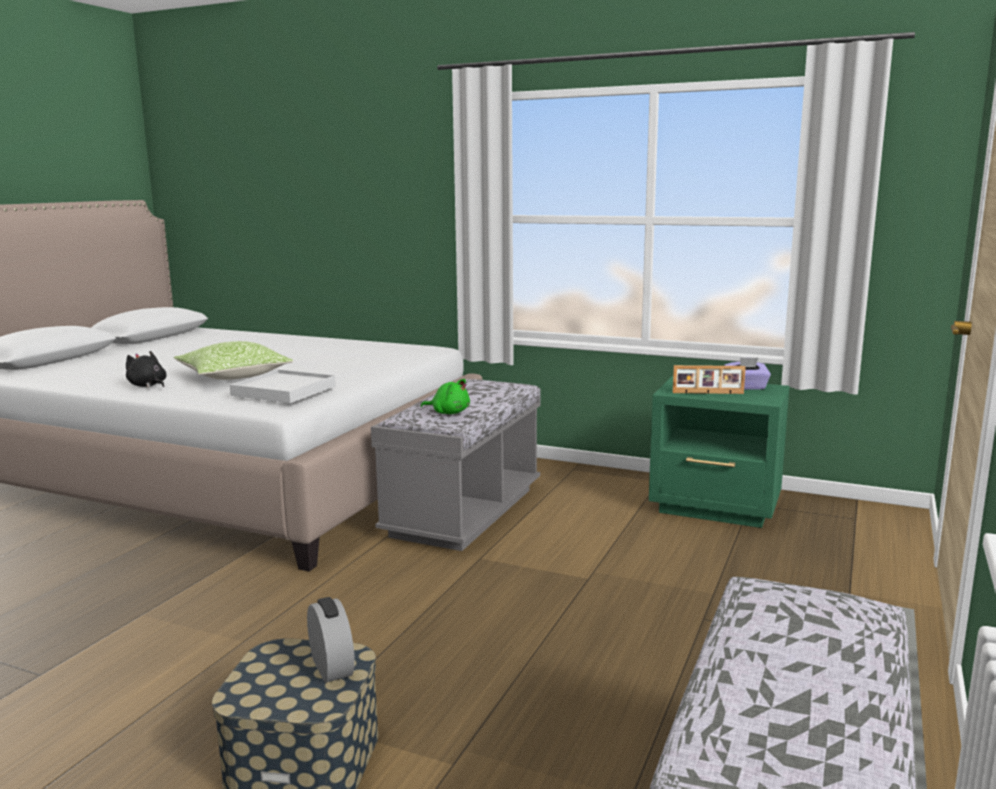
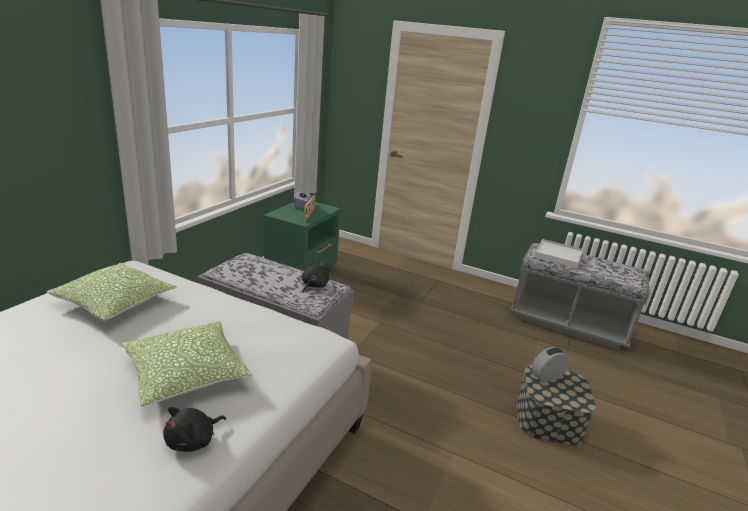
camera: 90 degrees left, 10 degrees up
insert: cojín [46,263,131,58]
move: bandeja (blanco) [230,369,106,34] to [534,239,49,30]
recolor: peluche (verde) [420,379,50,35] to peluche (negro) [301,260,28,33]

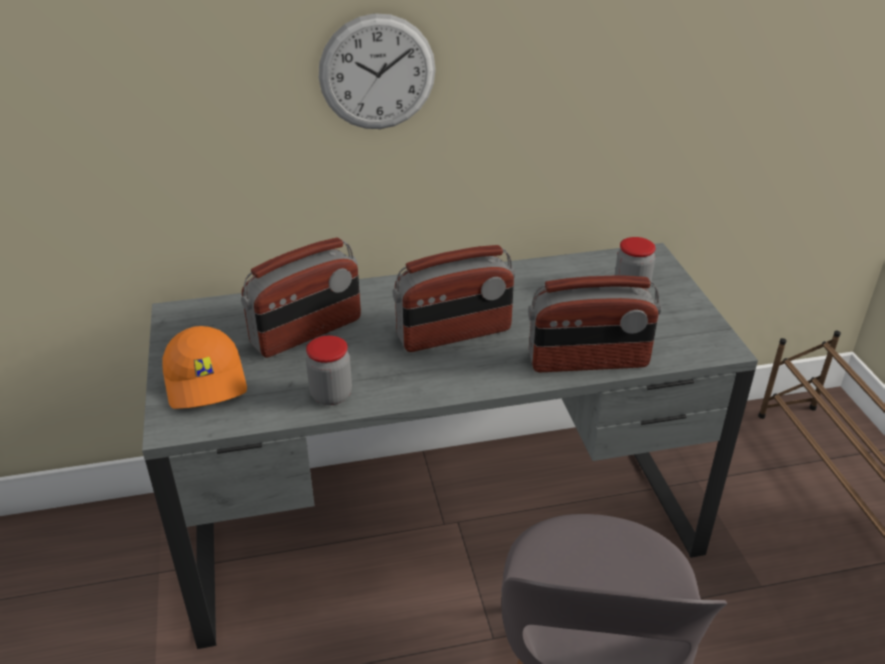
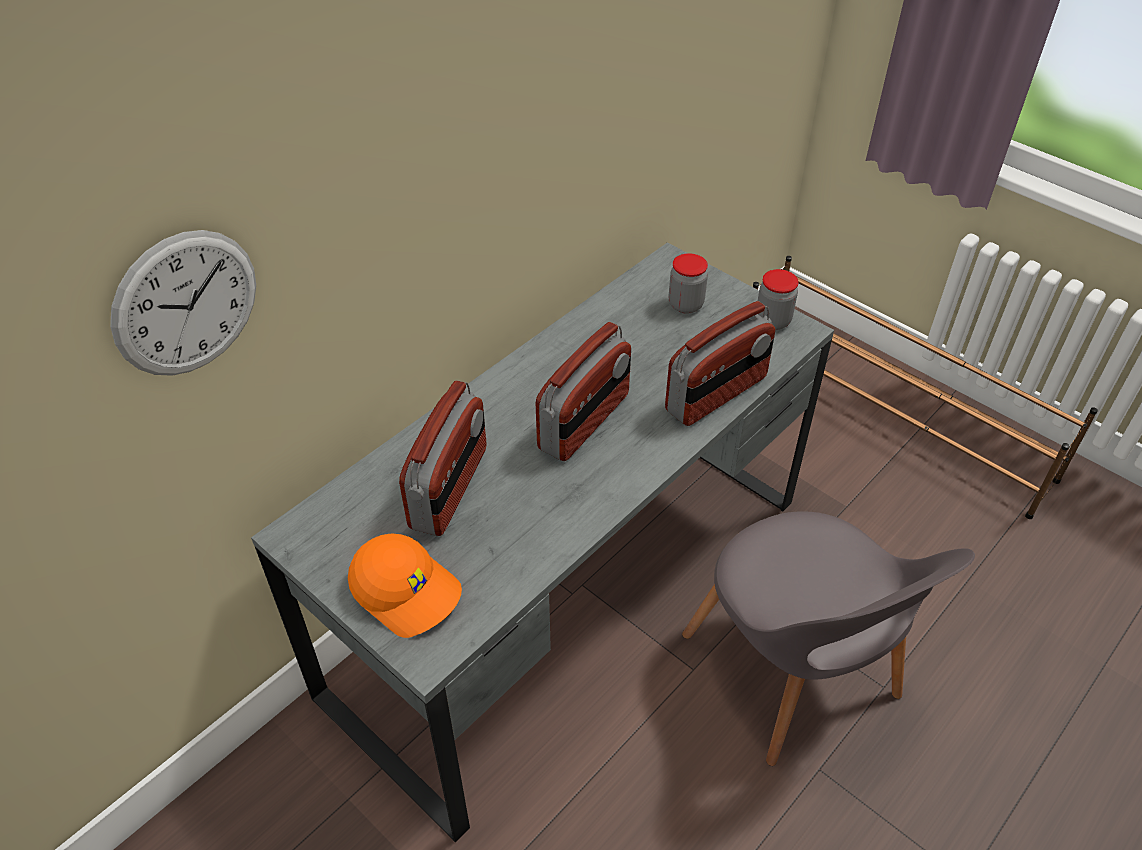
camera: 35 degrees left, 10 degrees up
move: reloj de pared [319,13,117,116] to [110,230,146,146]; tarro [306,335,46,70] to [758,269,41,61]

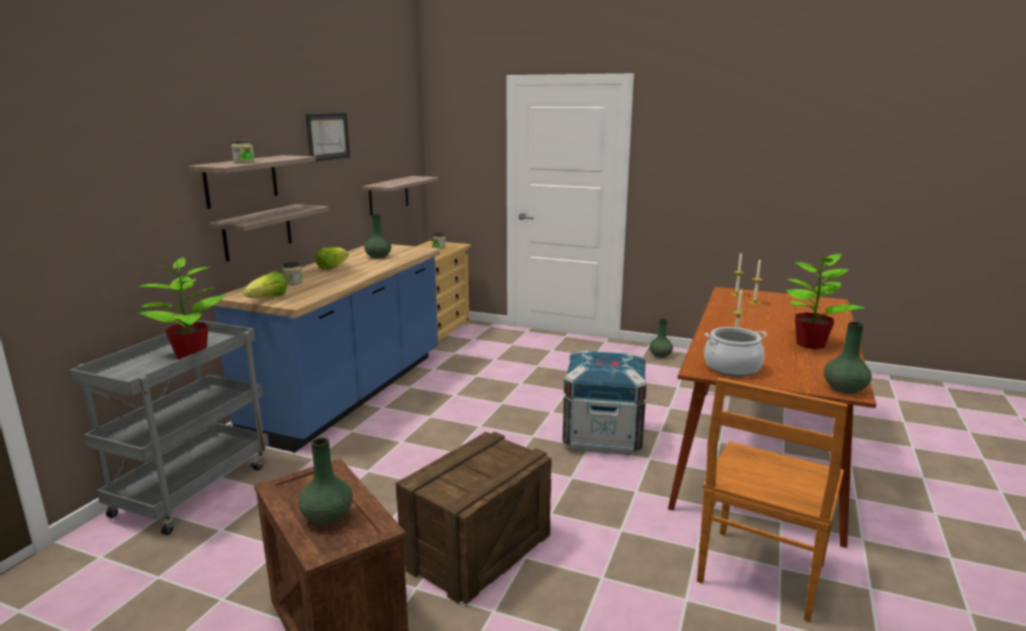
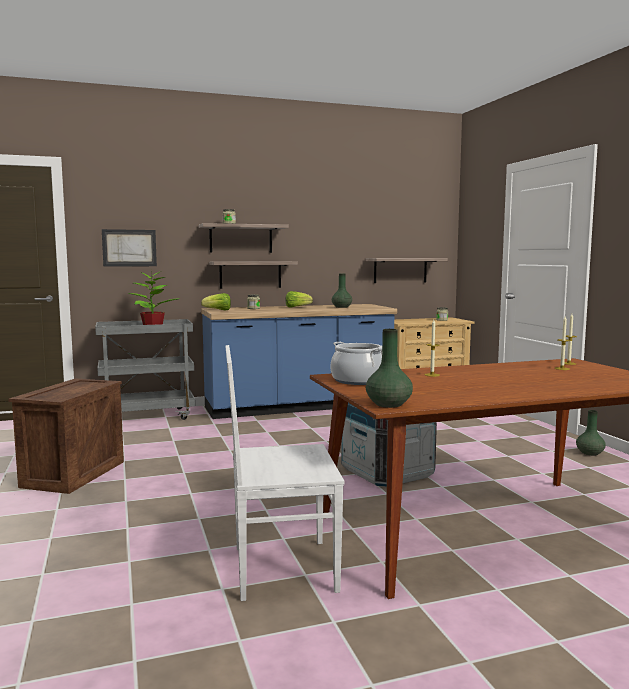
camera: 50 degrees right, 10 degrees down
delete: planta en maceta [786,250,80,99]; caja de embalaje [396,432,156,173]; florero (verde) [299,438,54,87]
move: cuadro [306,113,44,49] to [102,229,55,38]
recolor: silla (marrón) [697,378,151,244] to silla (blanco) [225,345,119,256]

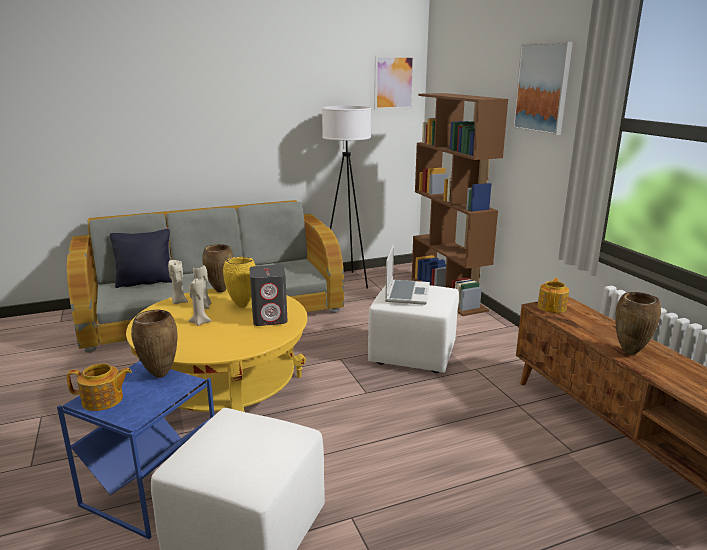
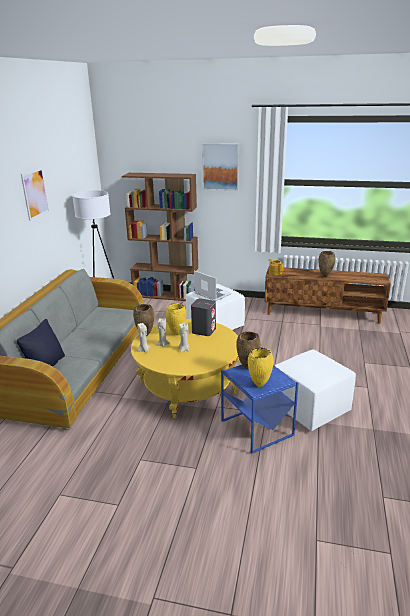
camera: 55 degrees left, 5 degrees up
move: cuadro [374,55,41,55] to [21,168,29,53]
replace: tetera [67,363,65,48] to florero (amarillo) [248,347,26,40]

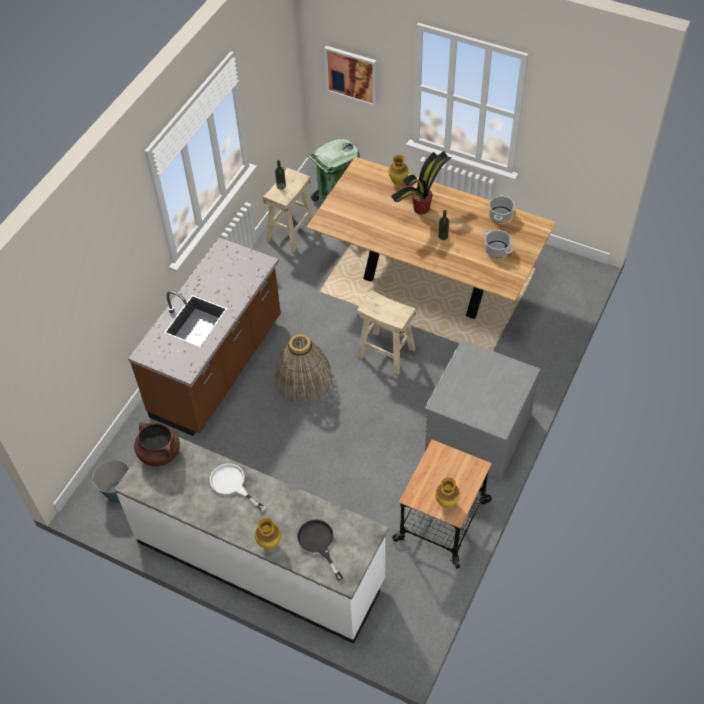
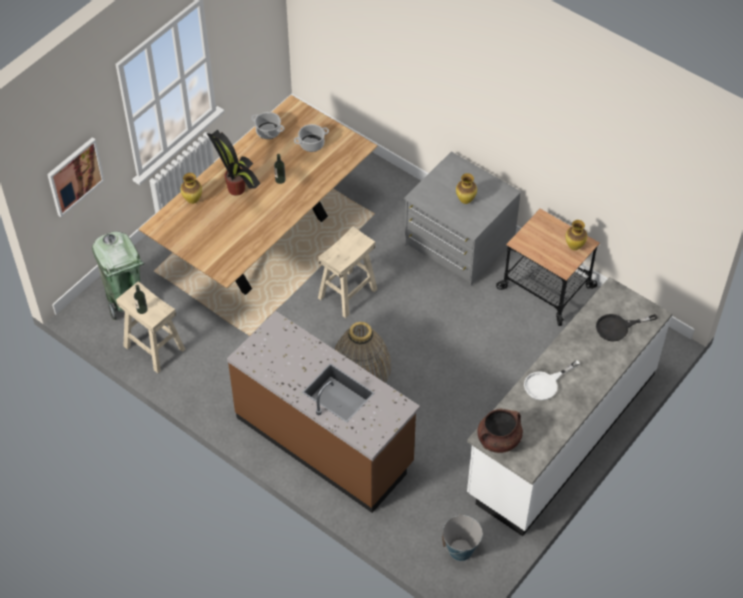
camera: 80 degrees left, 0 degrees up
move: florero [255,518,26,31] to [456,173,21,31]

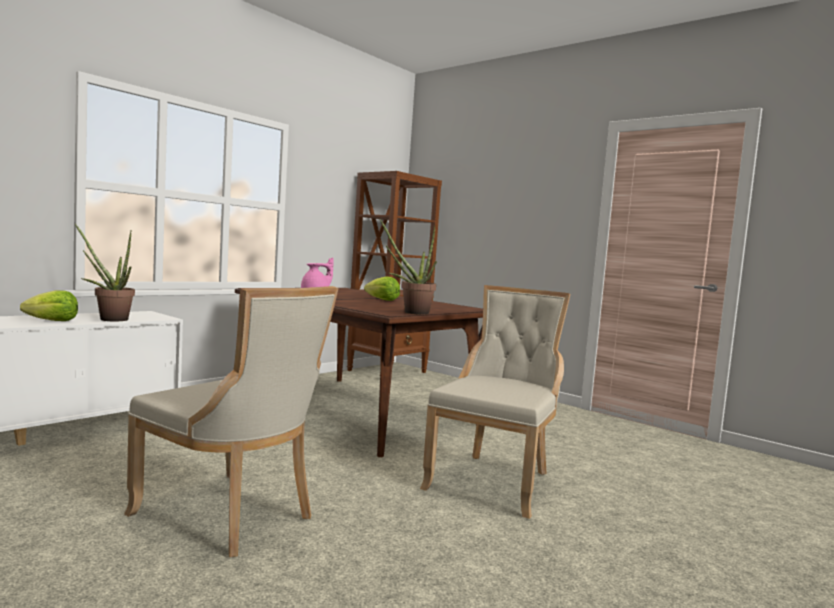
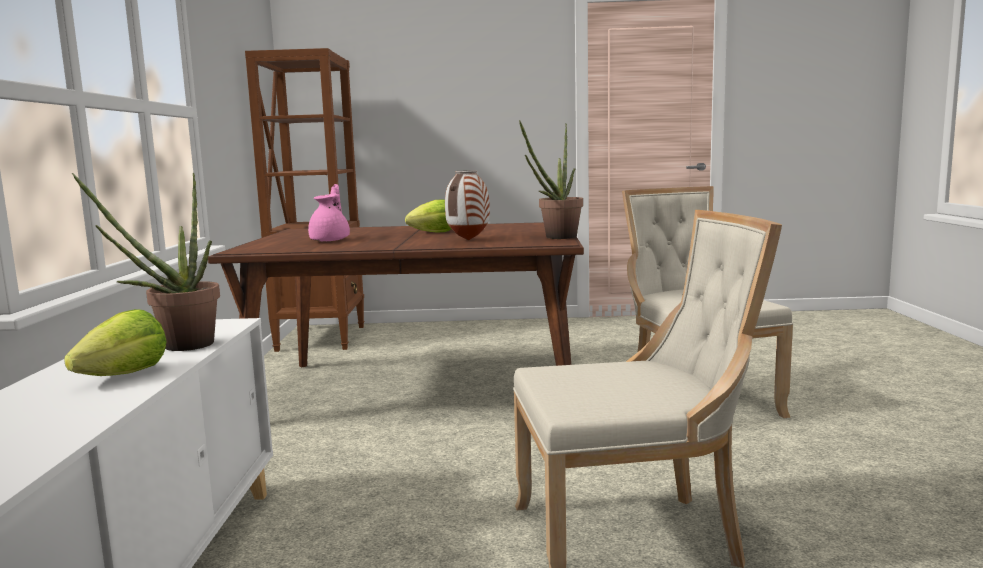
camera: 40 degrees left, 5 degrees up
insert: florero [445,170,45,70]

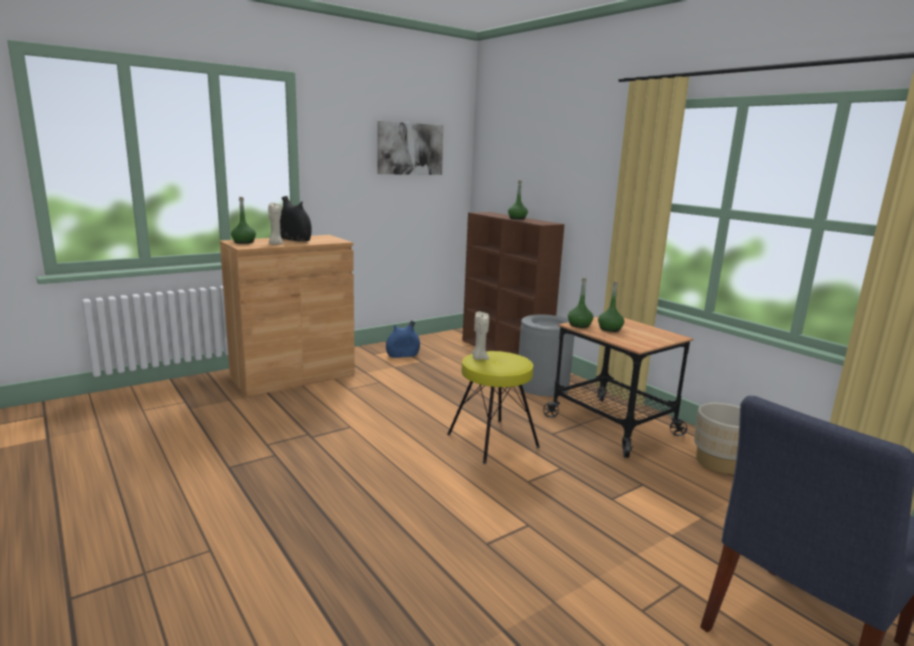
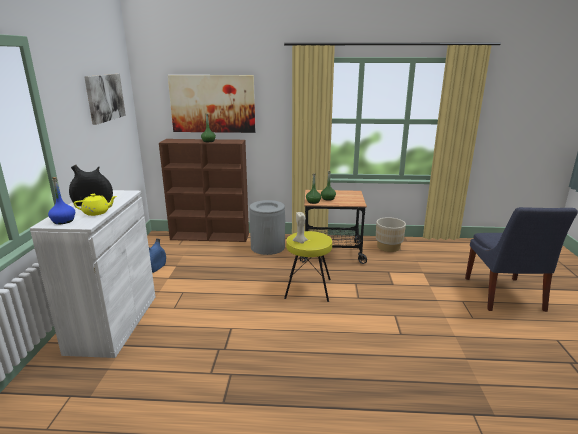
camera: 50 degrees left, 5 degrees up
insert: cuadro [168,75,87,58]
replace: vela (beis) [268,202,15,42] to tetera (amarillo) [73,194,44,22]
recolor: botella (verde) [231,197,25,47] to botella (azul) [48,177,27,47]; armario (marrón) [220,235,135,162] to armario (blanco) [30,190,125,168]

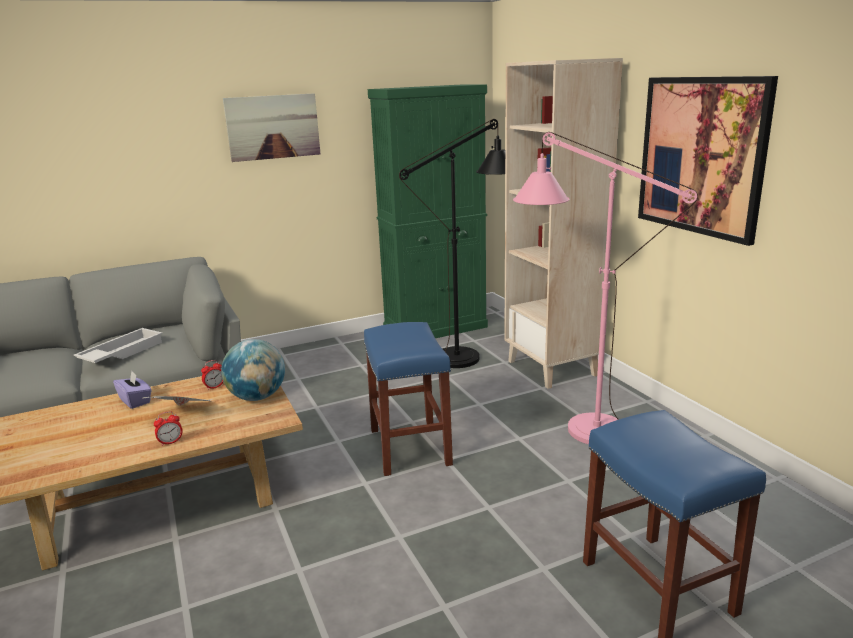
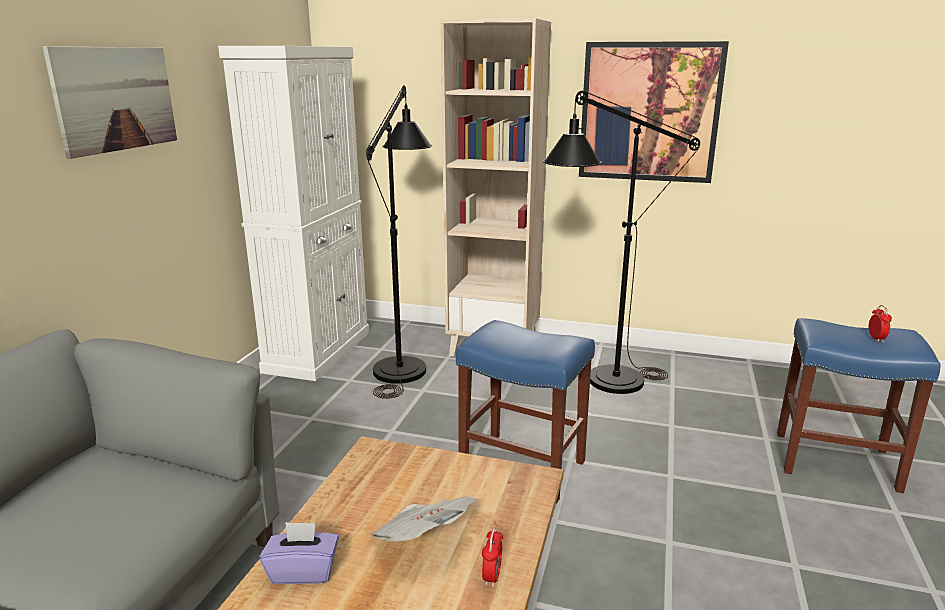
camera: 50 degrees left, 0 degrees up
delete: bandeja (blanco) [74,328,89,35]; globo terráqueo [221,339,64,62]
move: despertador [201,360,22,30] to [869,305,23,37]
recolor: armario (verde) [368,84,120,254] to armario (blanco) [218,46,151,335]; lámpara de pie (rosa) [513,132,185,312] to lámpara de pie (negro) [543,91,157,303]

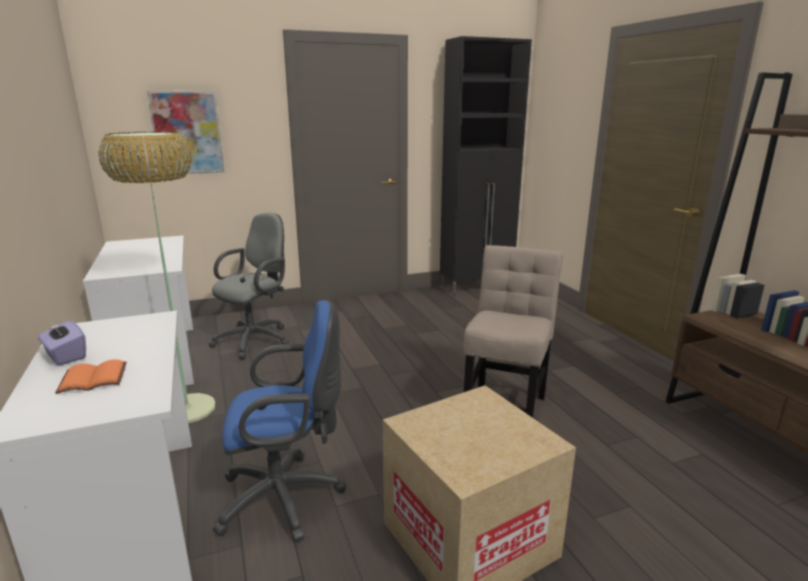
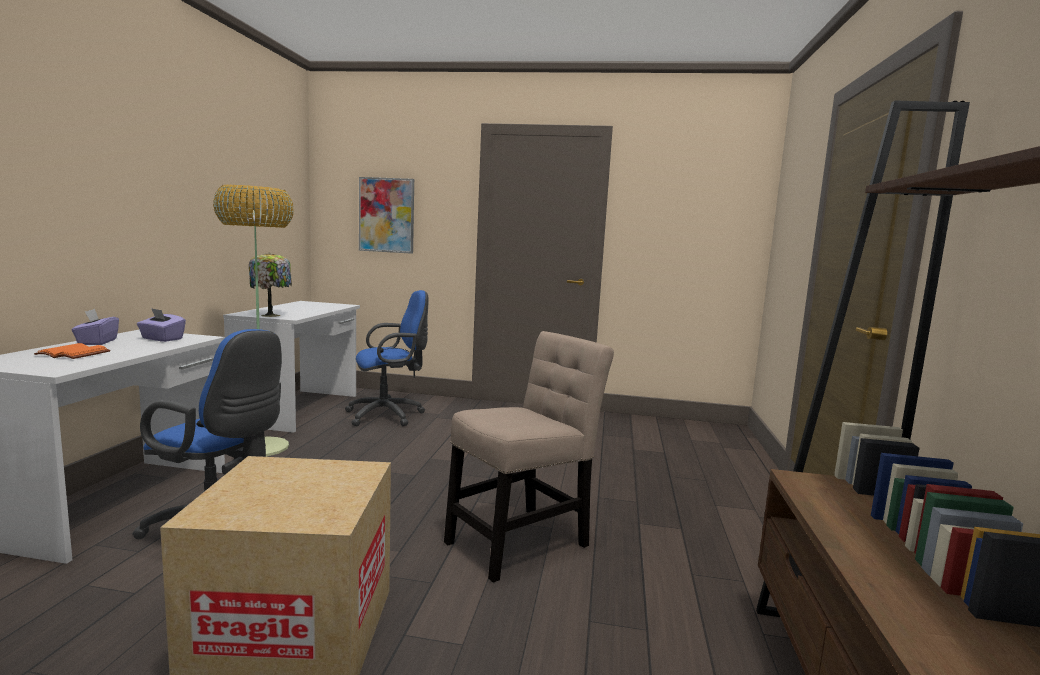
camera: 30 degrees right, 10 degrees down
delete: armario (negro) [440,36,92,260]
insert: lámpara de mesa [249,252,43,65]; caja de pañuelos (morado) [137,308,49,34]
recolor: silla de oficina (gris) [209,213,80,146] to silla de oficina (azul) [345,290,84,136]

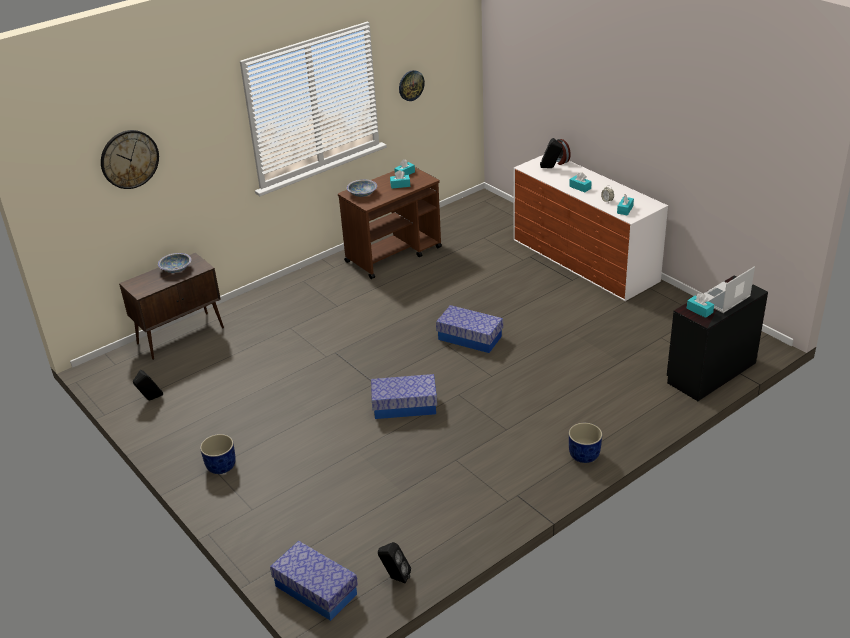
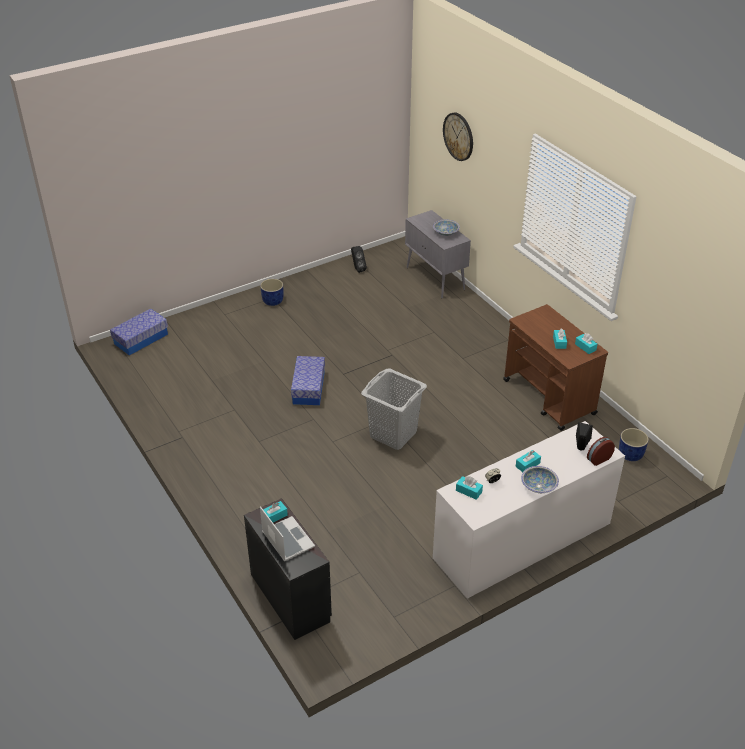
camera: 95 degrees right, 5 degrees up
delete: reloj de pared [399,70,26,31]; altavoz (negro) [378,542,33,42]
move: cuenco [347,180,30,17] to [521,466,38,27]; maceta (azul) [569,423,33,40] to [619,428,30,33]
replace: caja de almacenaje [436,305,67,48] to cesto de la ropa (gris) [361,369,66,81]
recolor: armario (marrón) [119,253,105,107] to armario (gris) [405,210,66,88]

